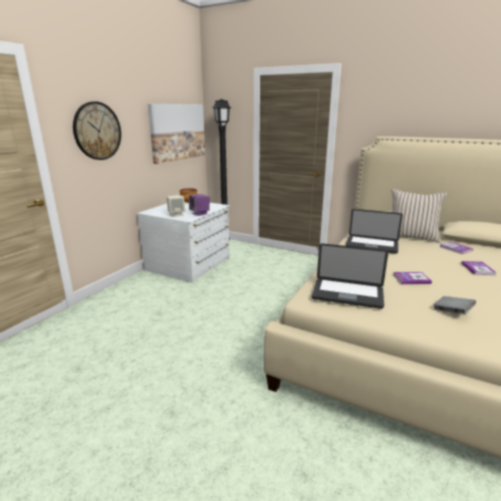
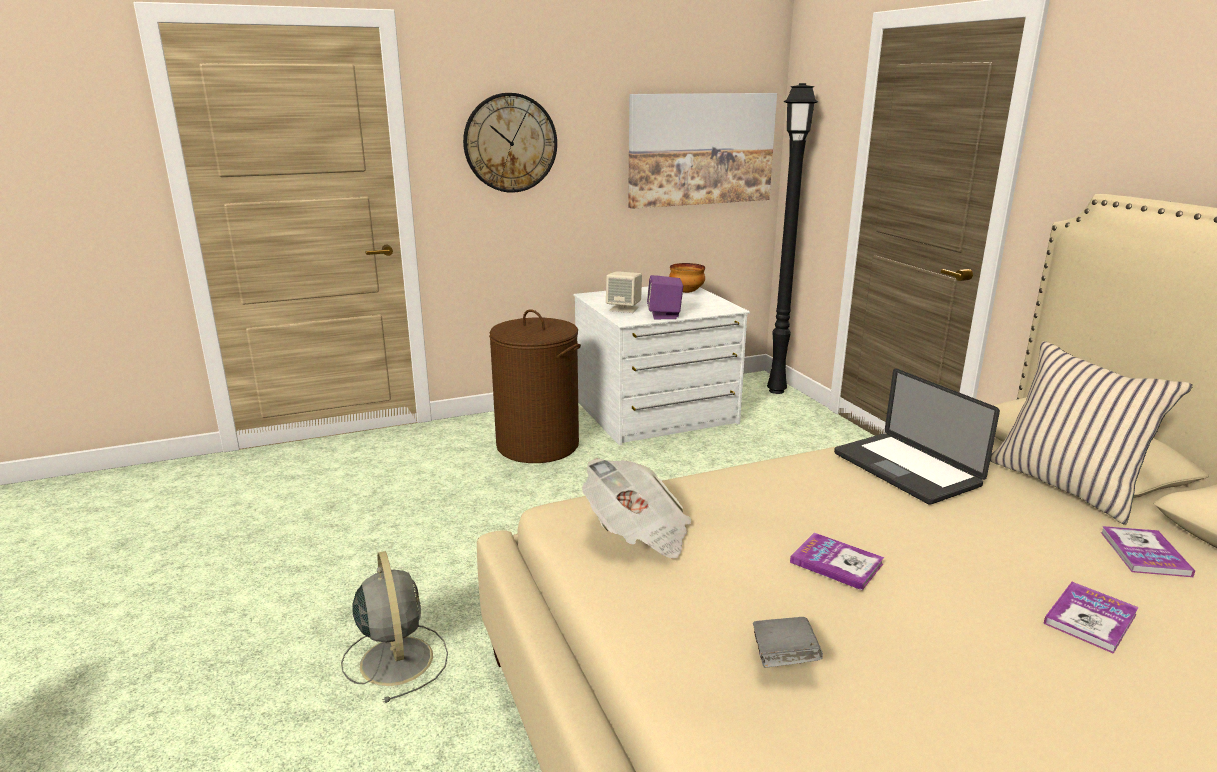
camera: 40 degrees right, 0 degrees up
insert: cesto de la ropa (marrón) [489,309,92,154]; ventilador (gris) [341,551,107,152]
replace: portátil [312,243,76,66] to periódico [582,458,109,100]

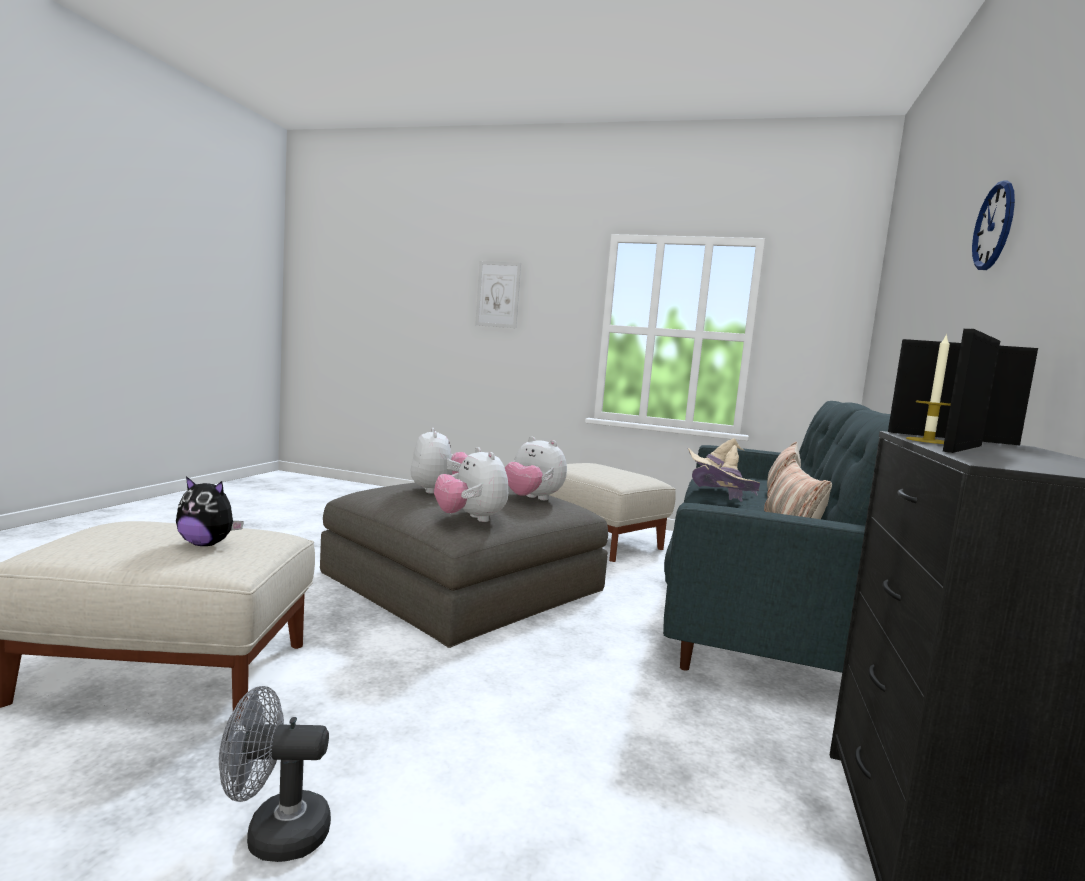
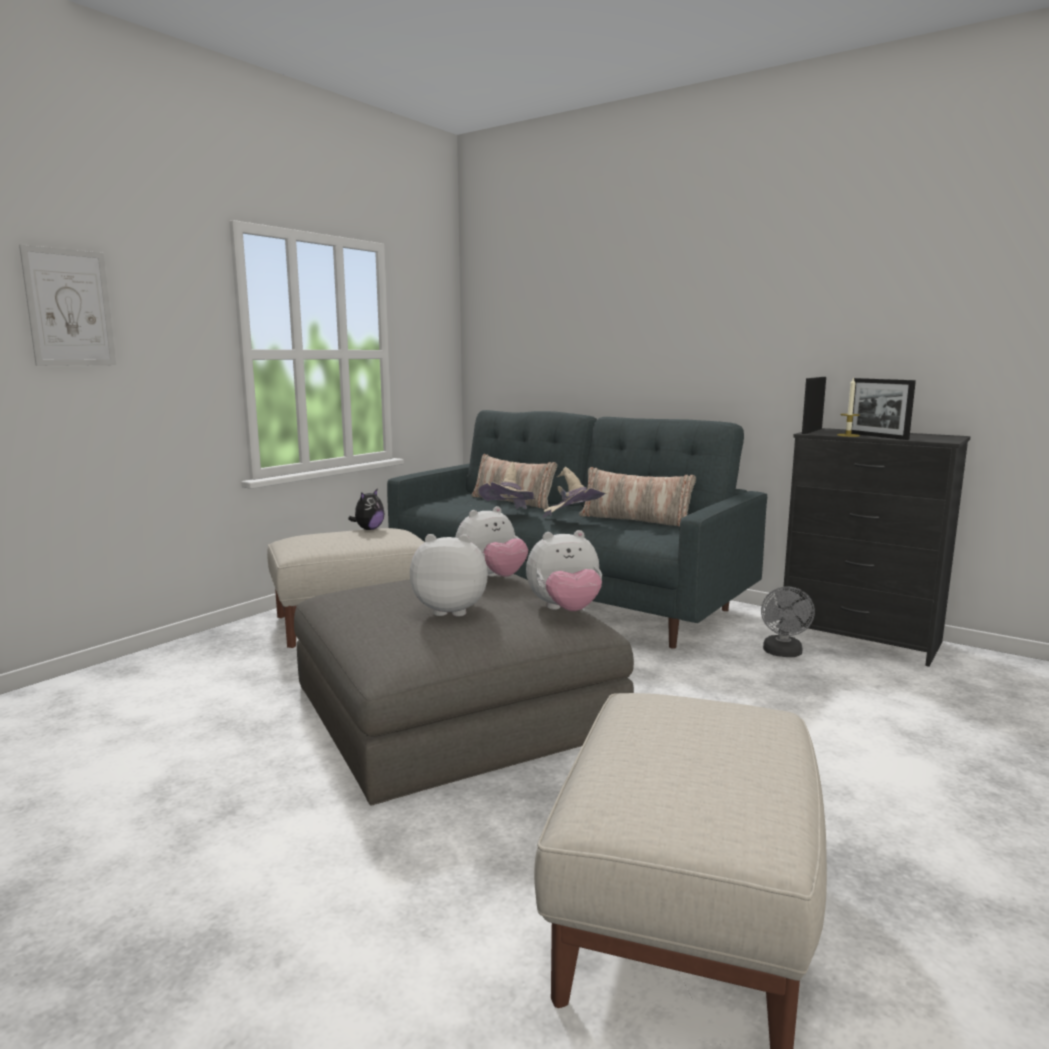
camera: 70 degrees left, 5 degrees up
delete: reloj de pared [972,180,43,90]
move: peluche [176,476,68,70] to [348,489,37,41]; ventilador (gris) [219,686,112,176] to [761,587,54,70]

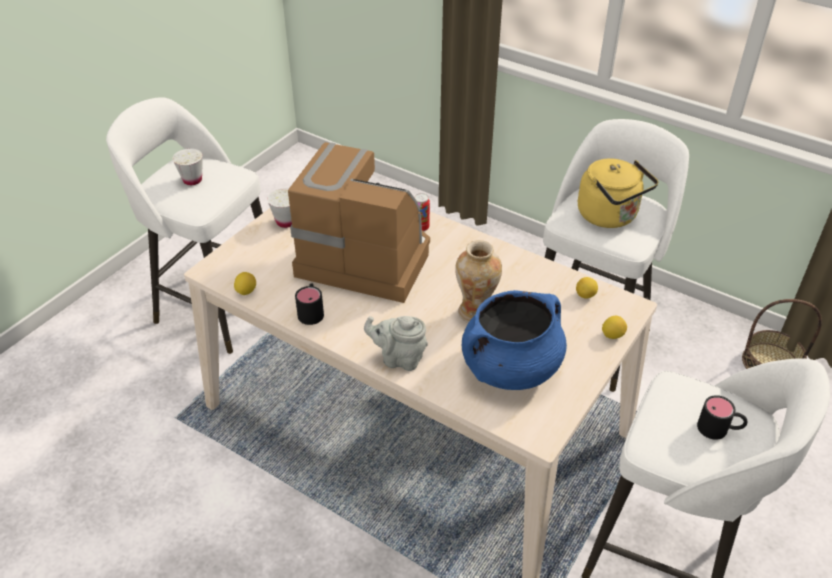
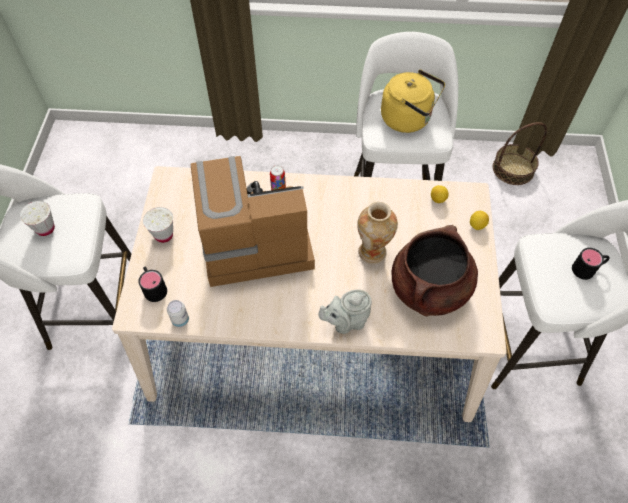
camera: 30 degrees left, 15 degrees up
move: taza grande (negro) [295,283,29,42] to [138,267,29,35]
replace: limón [234,272,22,23] to lata [167,300,22,27]
recolor: olla (azul) [462,290,105,100] to olla (marrón) [391,225,87,91]

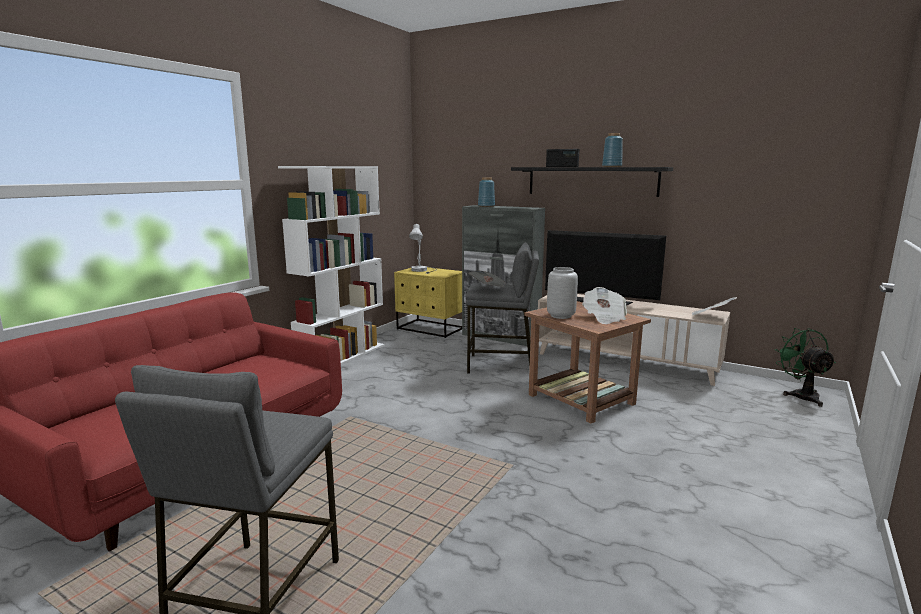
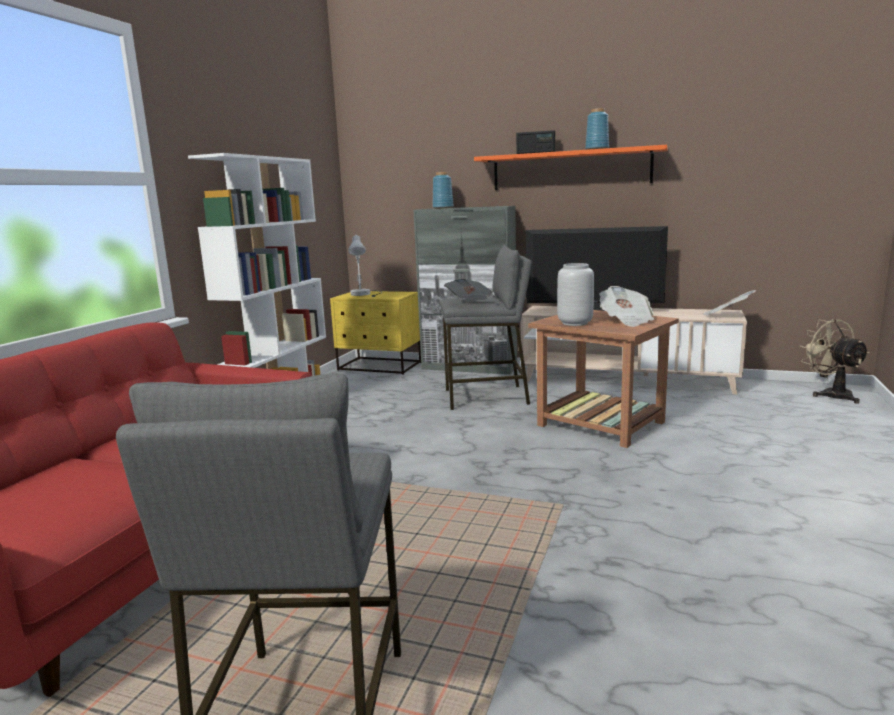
camera: 10 degrees left, 0 degrees up
recolor: estante (negro) [511,167,162,30] to estante (naranja) [474,145,194,45]; ventilador (verde) [775,328,61,79] to ventilador (beis) [800,319,70,85]

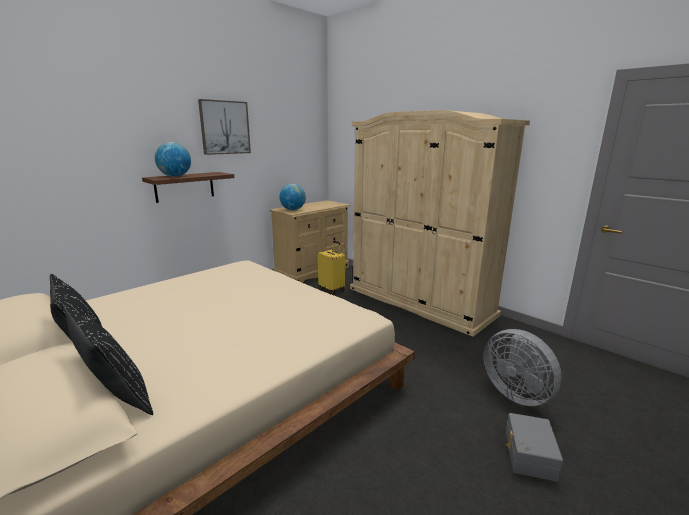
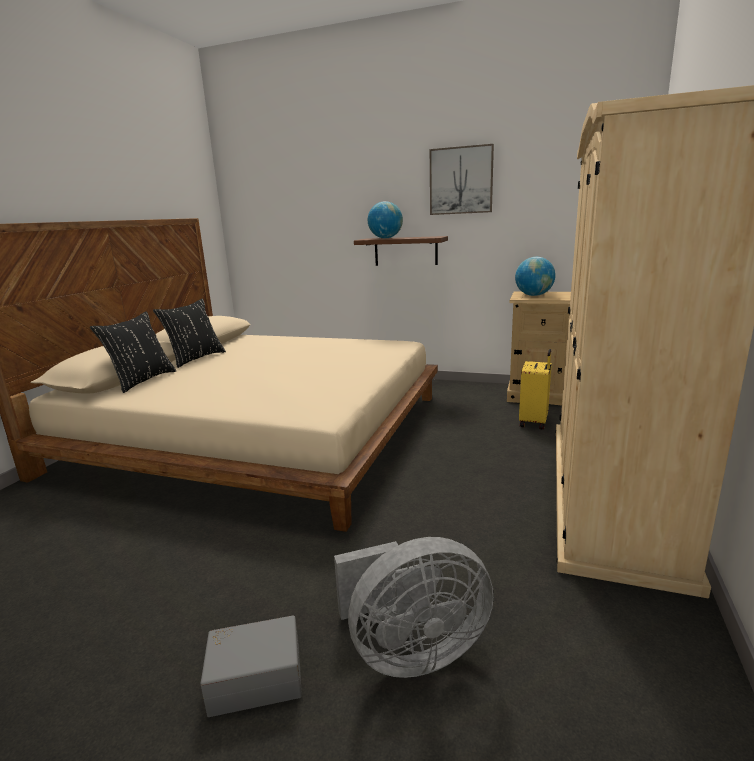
camera: 65 degrees right, 0 degrees up
rotate: ventilador (gris) [484,329,78,77] = [334,537,160,141] 135 degrees counterclockwise

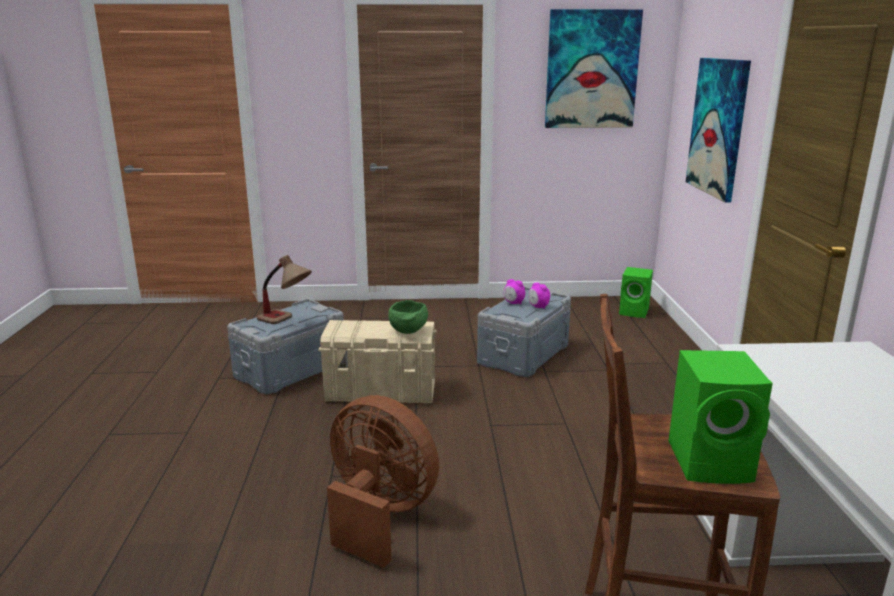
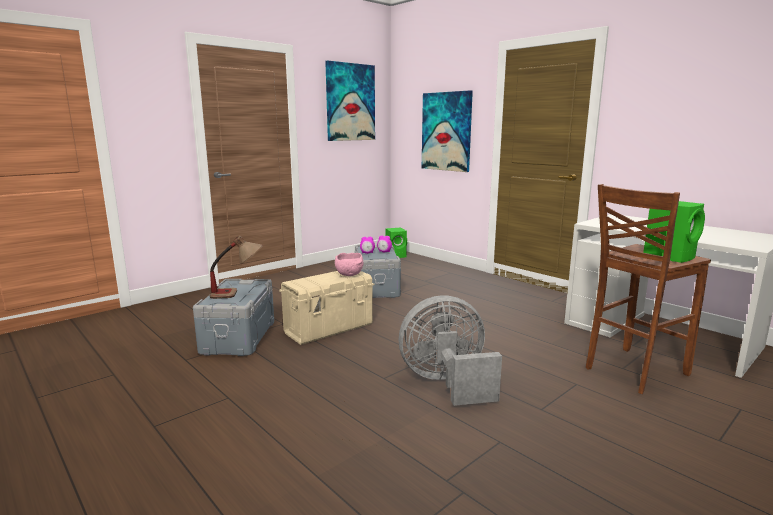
camera: 40 degrees left, 5 degrees down
recolor: cuenco (verde) [388,300,40,34] to cuenco (rosa) [335,253,28,23]; ventilador (marrón) [327,395,112,173] to ventilador (gris) [399,295,103,111]

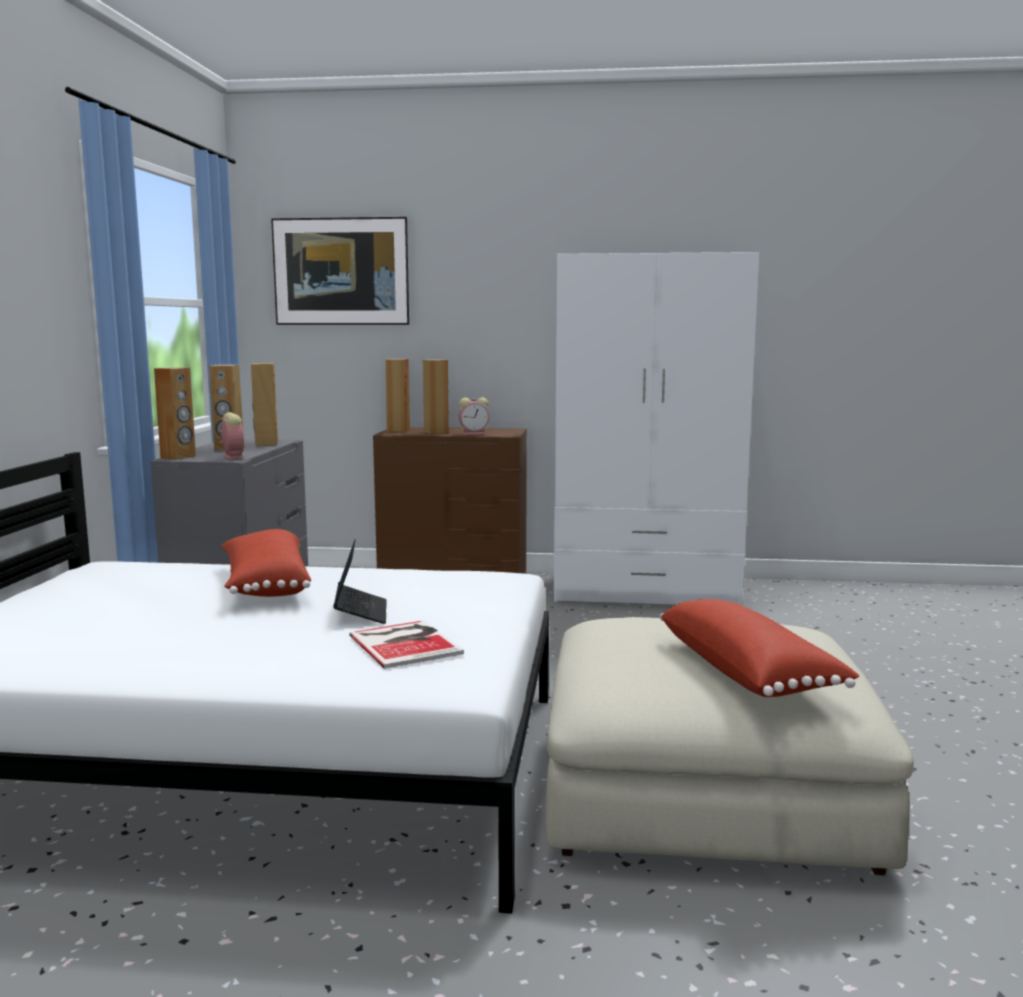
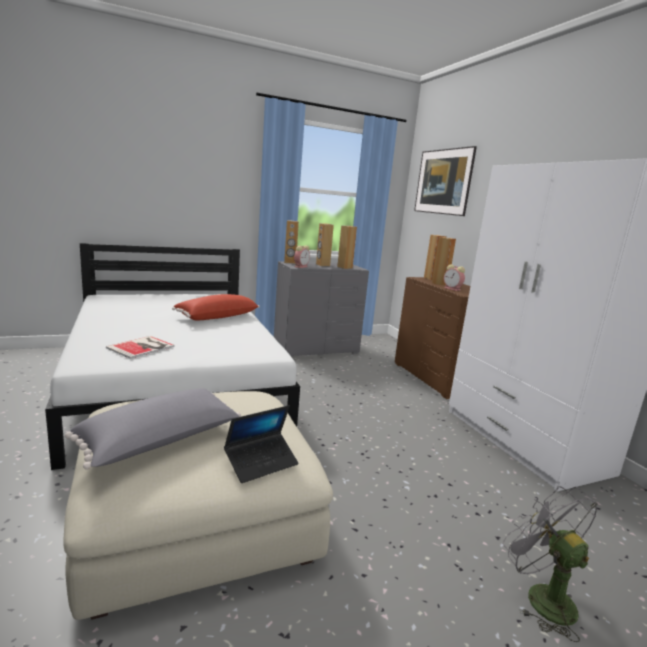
camera: 60 degrees right, 5 degrees up
insert: ventilador (gris) [503,486,95,156]
move: portátil [333,539,54,85] to [224,405,75,78]
recolor: cojín (rojo) [660,599,199,98] to cojín (gris) [65,388,176,82]

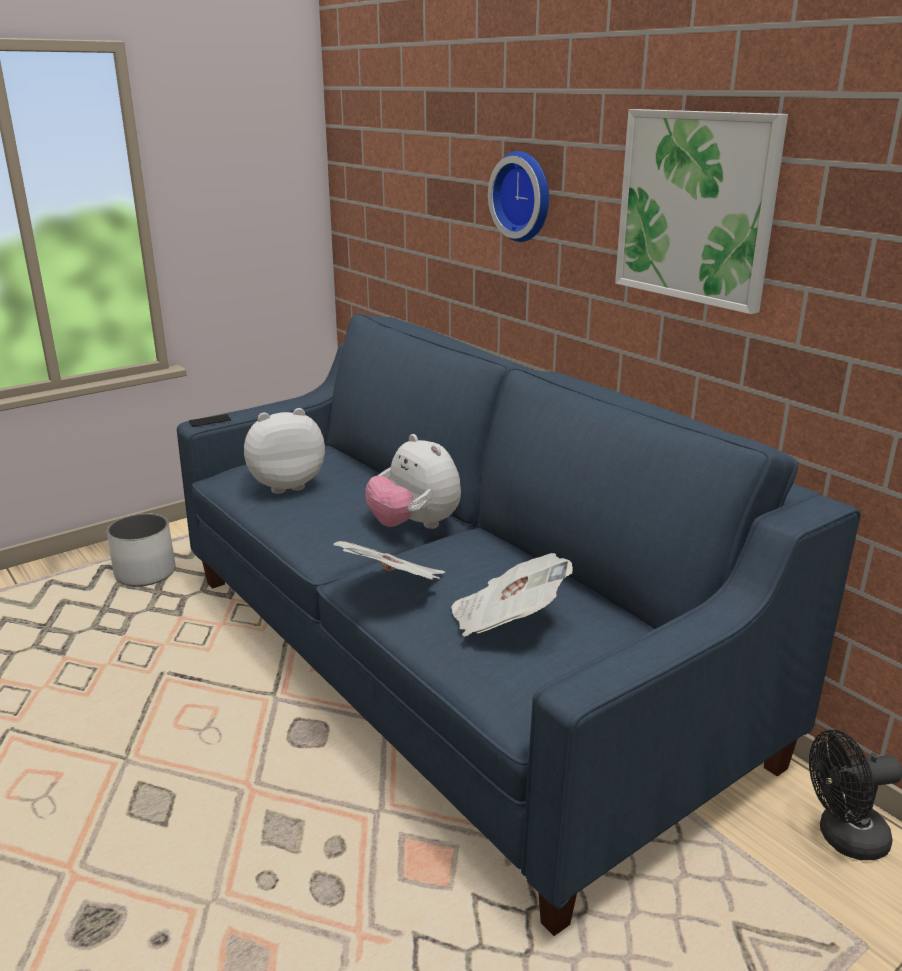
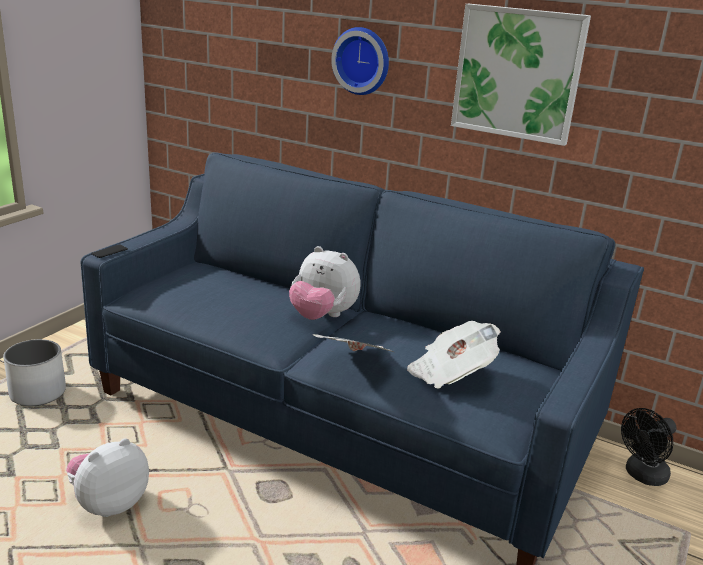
camera: 25 degrees left, 0 degrees up
move: peluche [244,408,81,86] to [66,438,83,79]

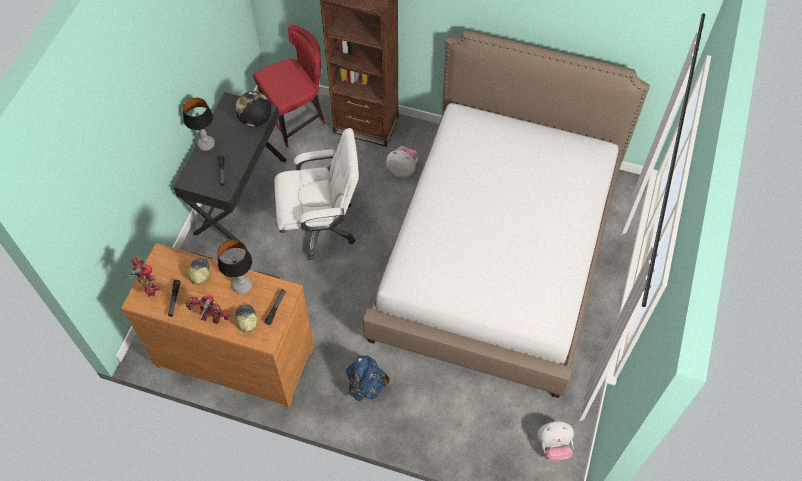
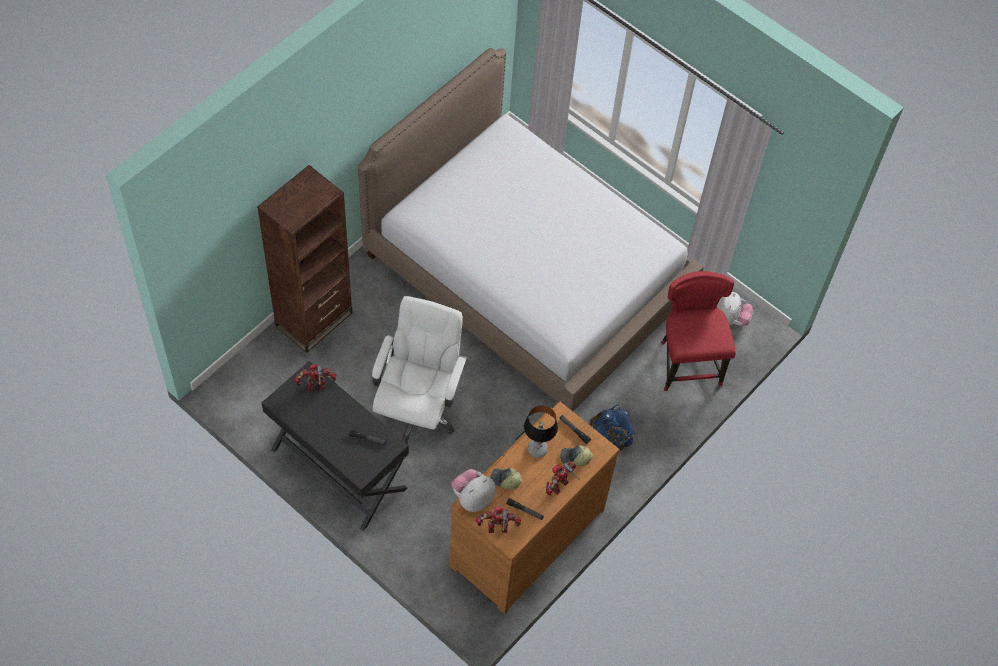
camera: 70 degrees left, 0 degrees up
delete: lámpara de mesa [183,98,32,53]
move: silla (rojo) [253,24,73,123] to [661,271,75,120]; peluche [387,146,32,32] to [451,469,44,43]
replace: globo terráqueo [236,91,35,36] to robot de juguete [294,365,42,27]

